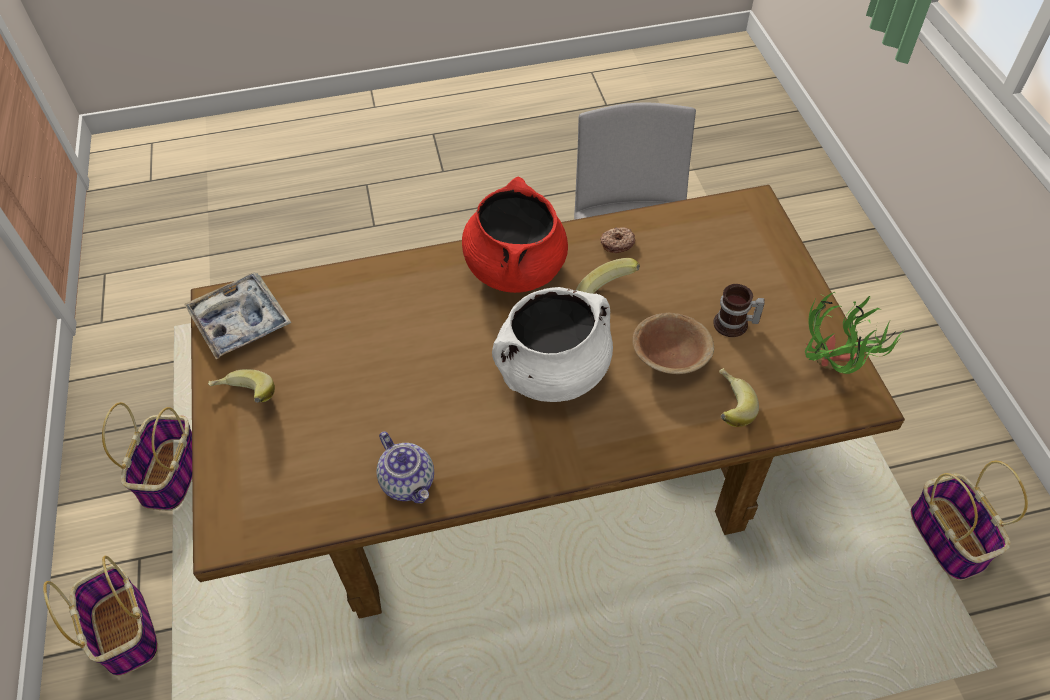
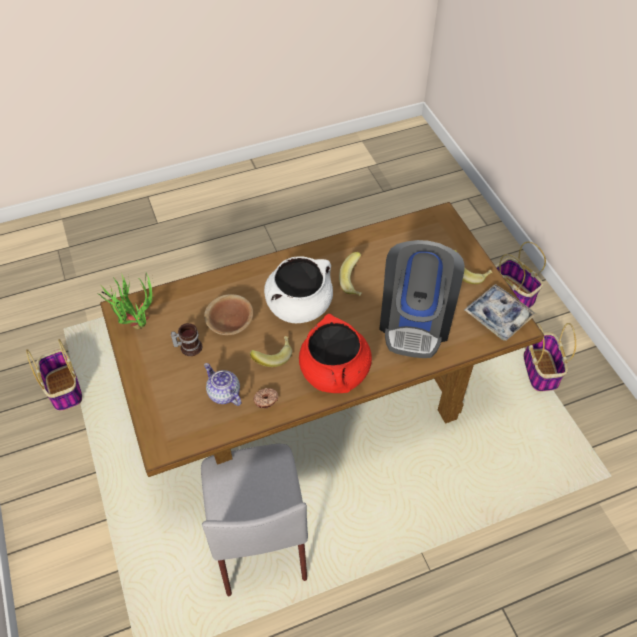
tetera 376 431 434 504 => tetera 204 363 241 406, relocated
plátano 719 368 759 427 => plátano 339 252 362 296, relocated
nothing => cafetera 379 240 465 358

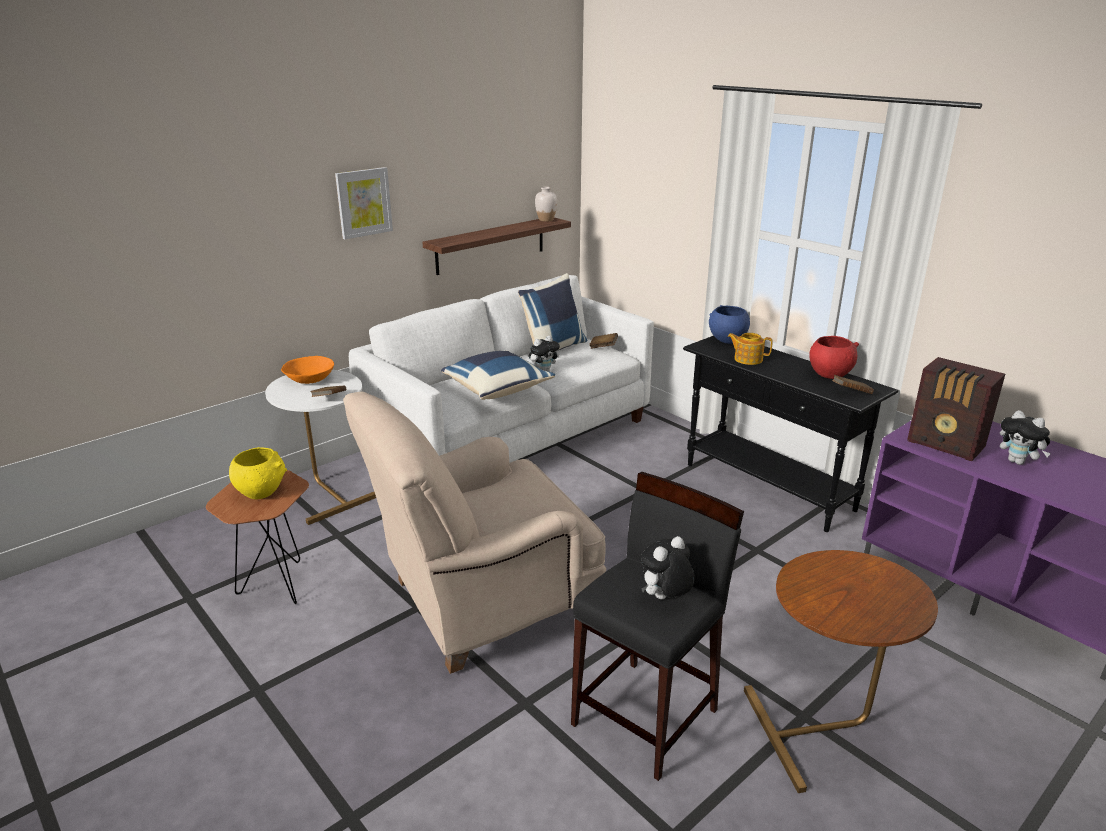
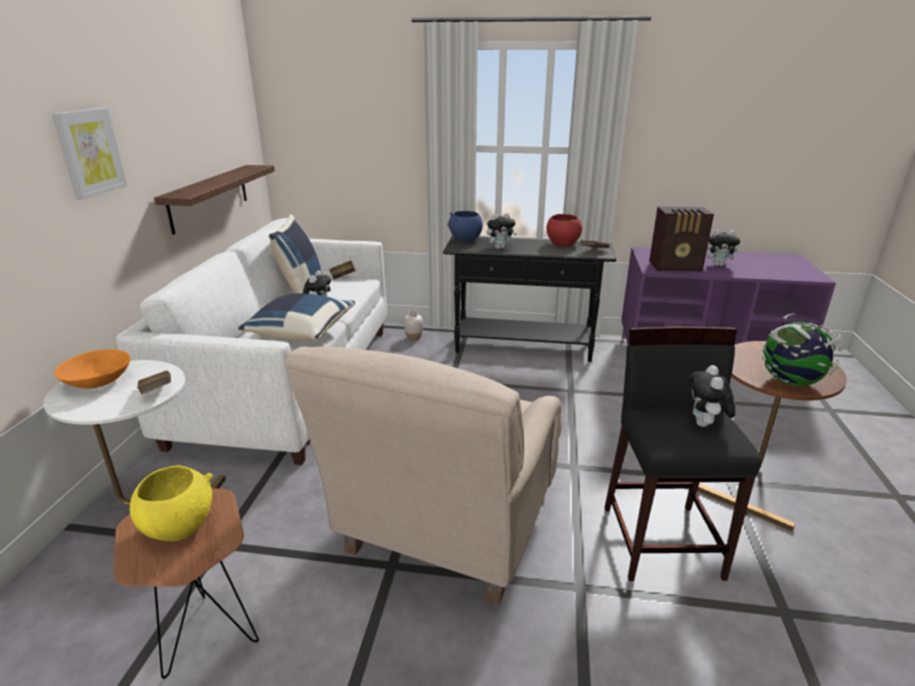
florero (blanco) 535 187 557 222 => florero (blanco) 404 311 423 341, relocated
tetera 727 333 773 365 => peluche 486 213 517 249
nothing => globo terráqueo 762 313 841 386

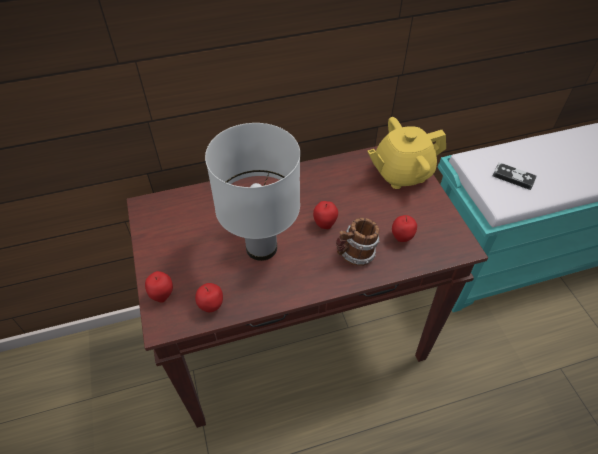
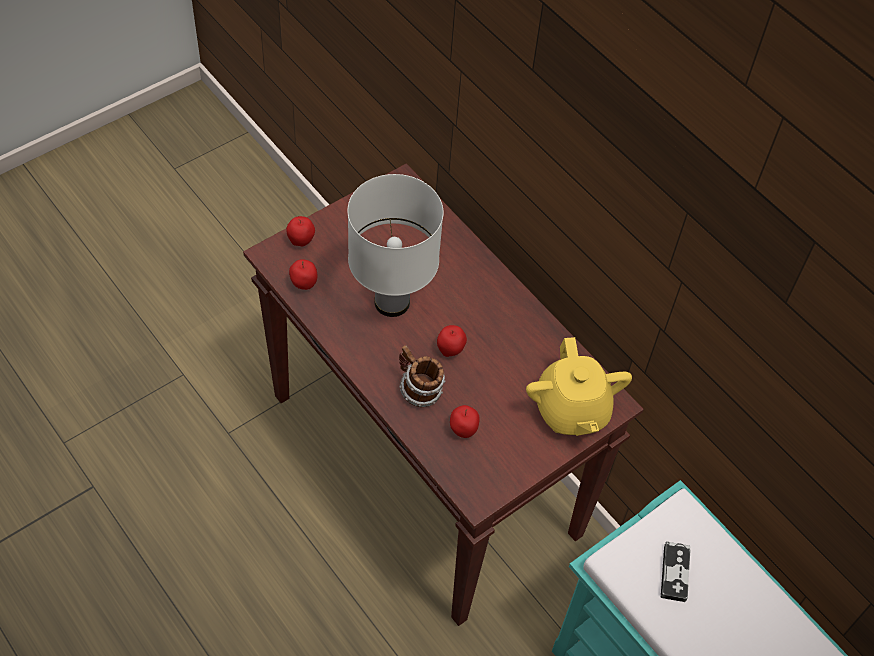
tetera (amarillo) 367 117 446 189 => tetera (amarillo) 526 337 632 436, 150 degrees counterclockwise

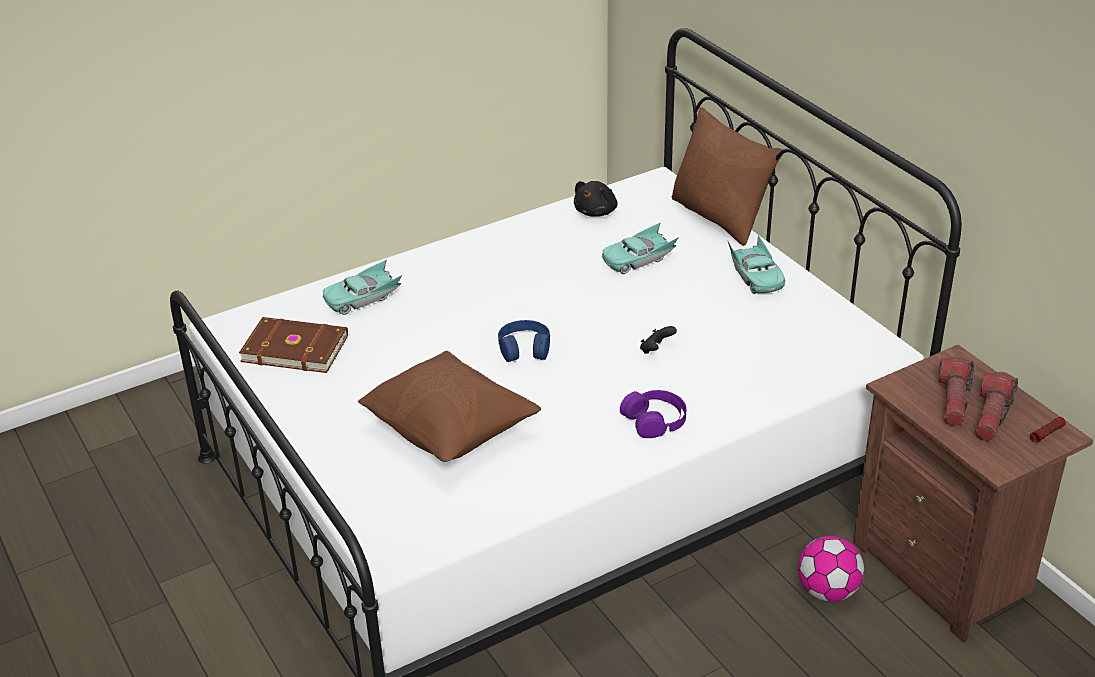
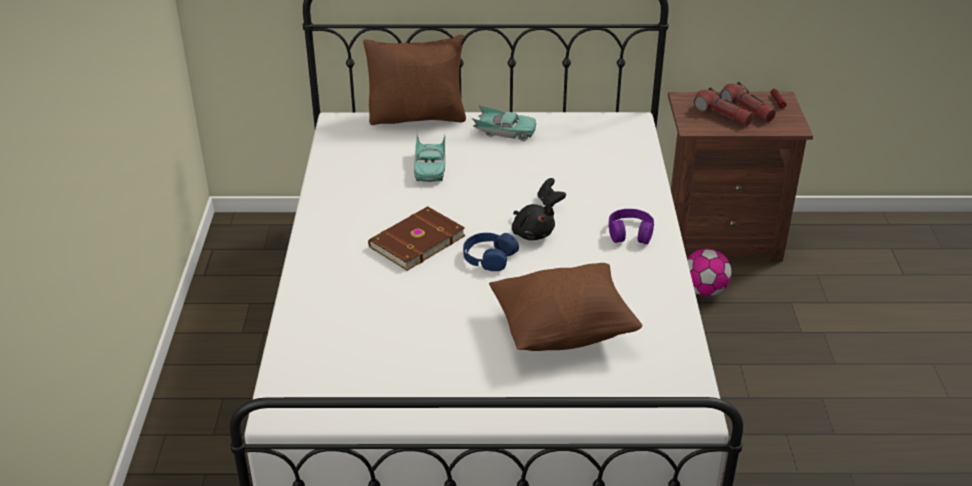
libro (marrón) 239 317 348 373 => libro (marrón) 368 206 465 271, relocated
coche de juguete (turquesa) 322 259 402 315 => nothing
peluche (negro) 574 181 618 217 => peluche (negro) 512 204 555 240, relocated

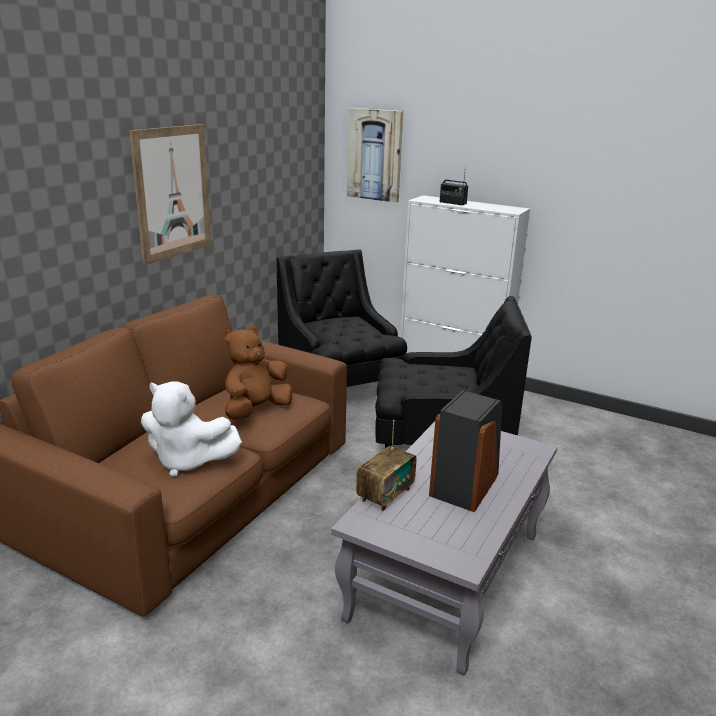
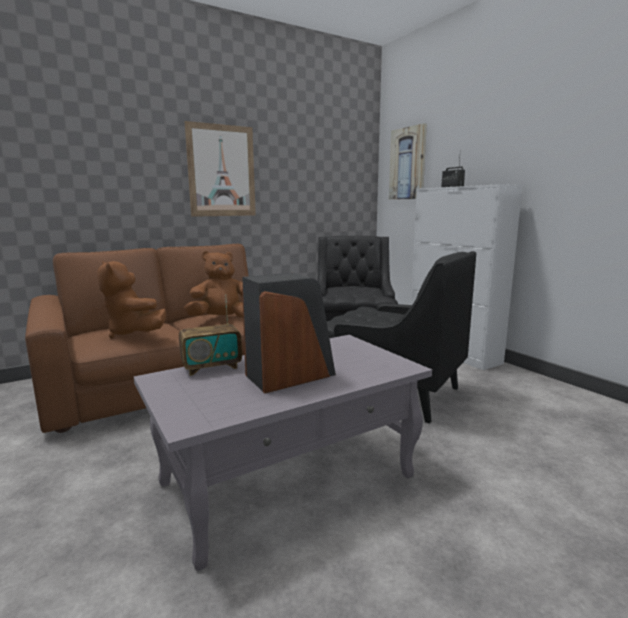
peluche (blanco) 141 381 242 477 => peluche (marrón) 97 261 166 338

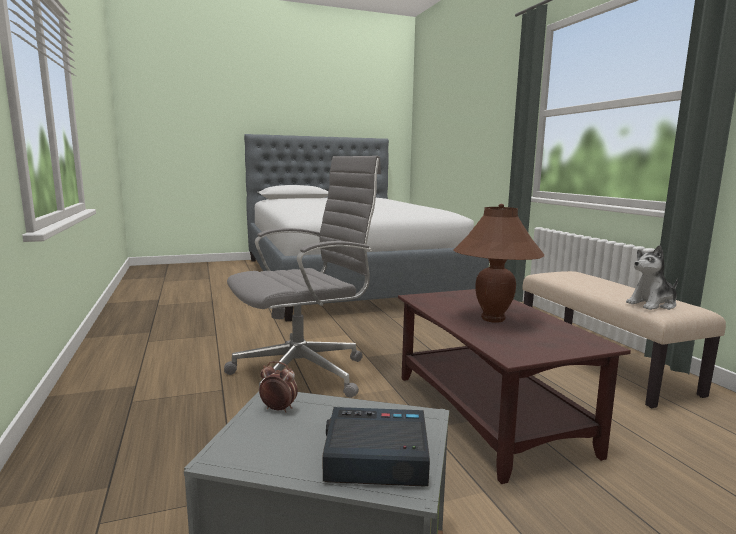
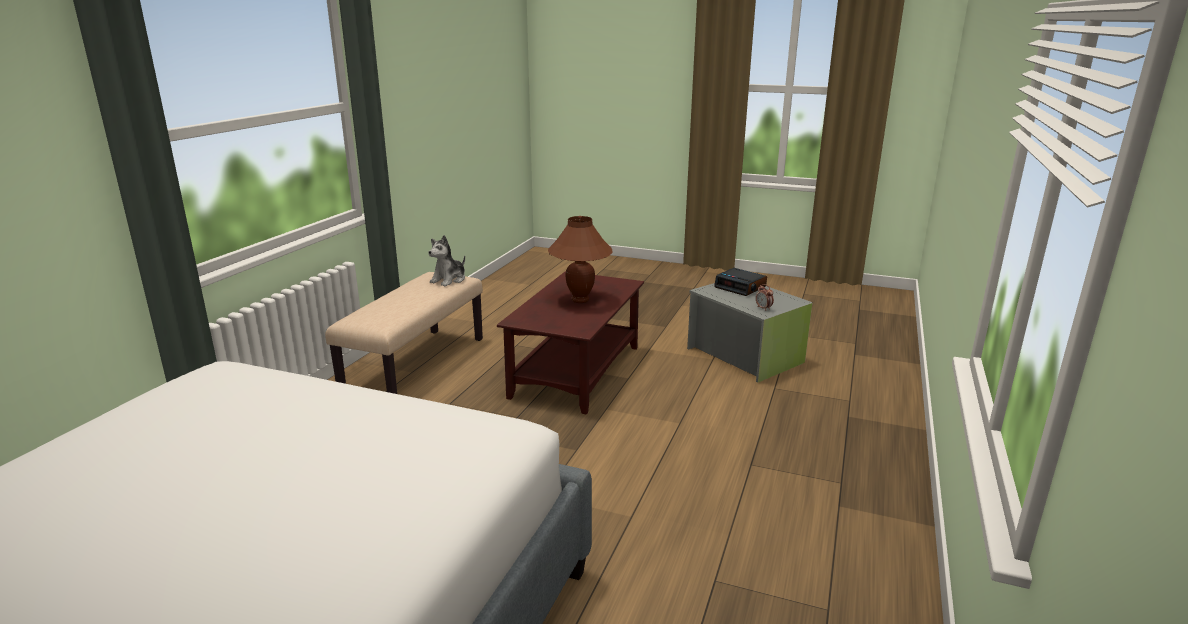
silla de oficina (gris) 224 156 381 398 => nothing
peluche 626 245 678 310 => peluche 428 235 465 286, 105 degrees clockwise

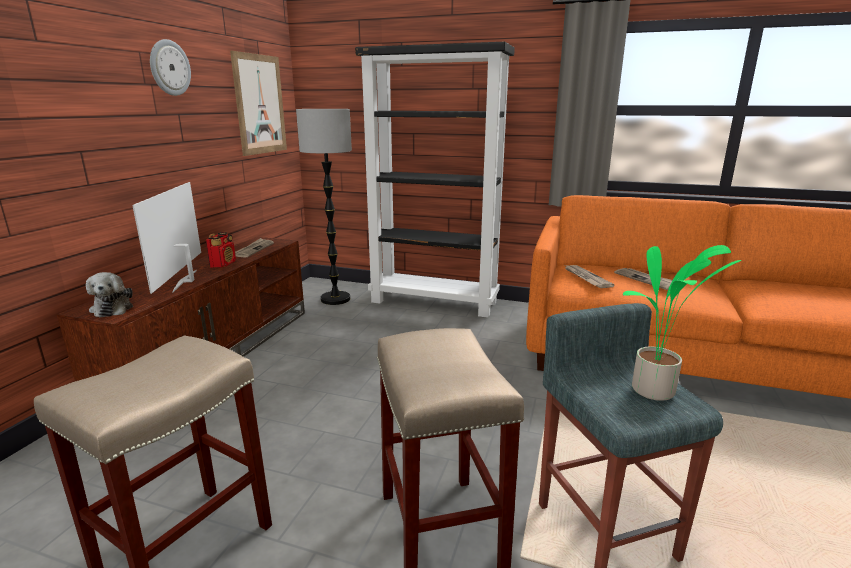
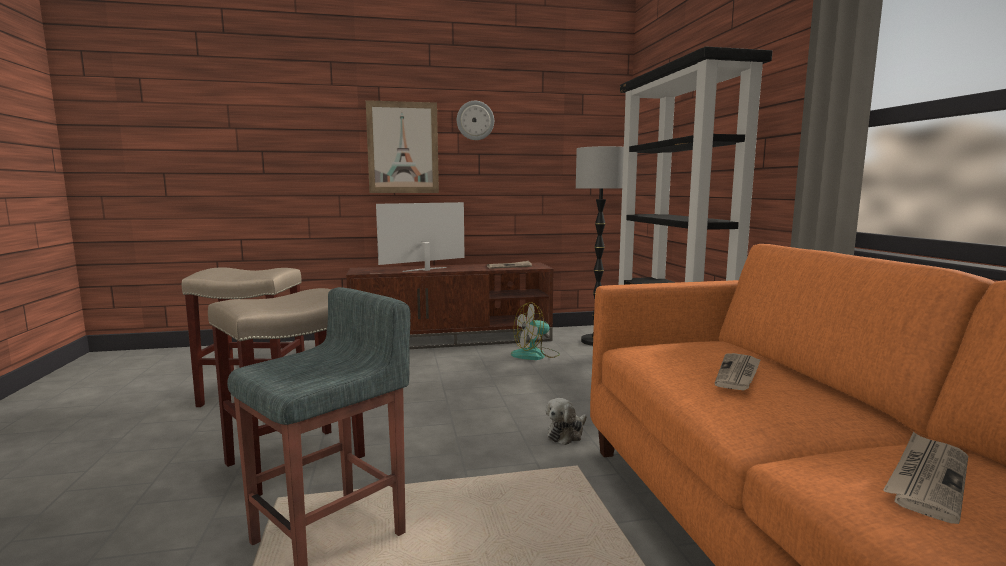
peluche 86 272 133 317 => peluche 546 398 587 445, relocated
radio 206 232 236 268 => nothing
cuadro 230 51 287 156 => cuadro 366 100 439 193, relocated
periódico 565 265 614 288 => periódico 883 432 968 524, relocated
planta en maceta 623 245 742 401 => nothing
nothing => ventilador 511 302 560 360

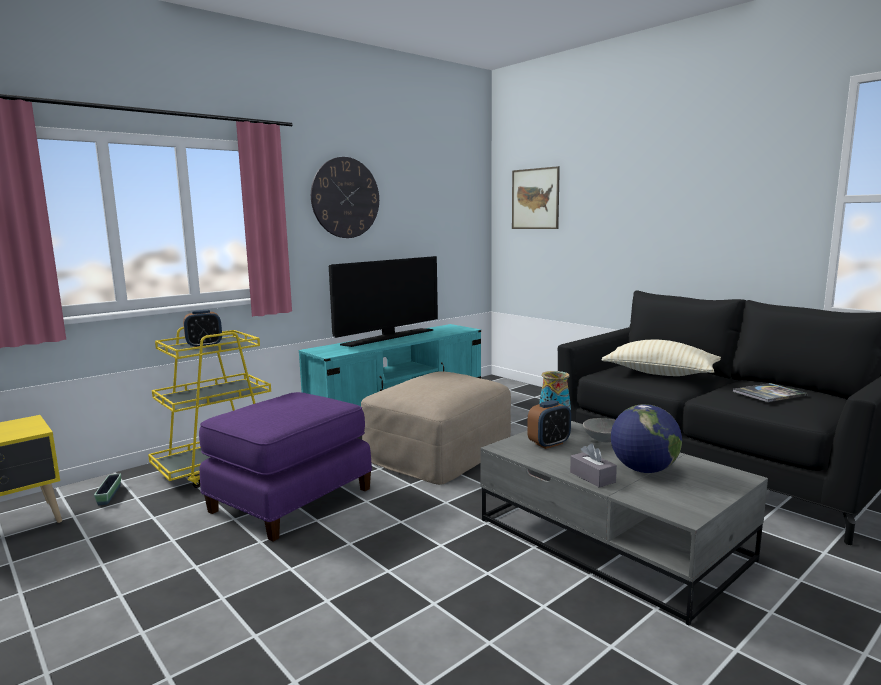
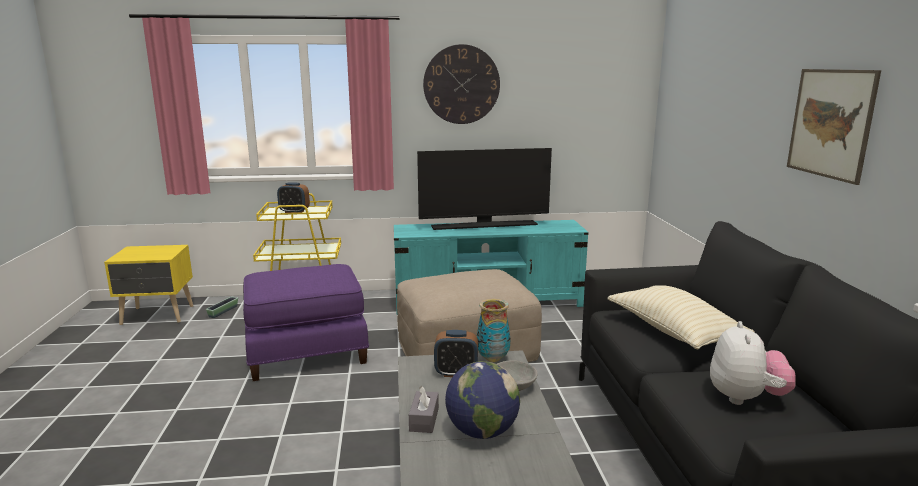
cuadro 512 166 560 229 => cuadro 787 69 881 185, relocated
libro 733 383 808 402 => peluche 710 321 796 405

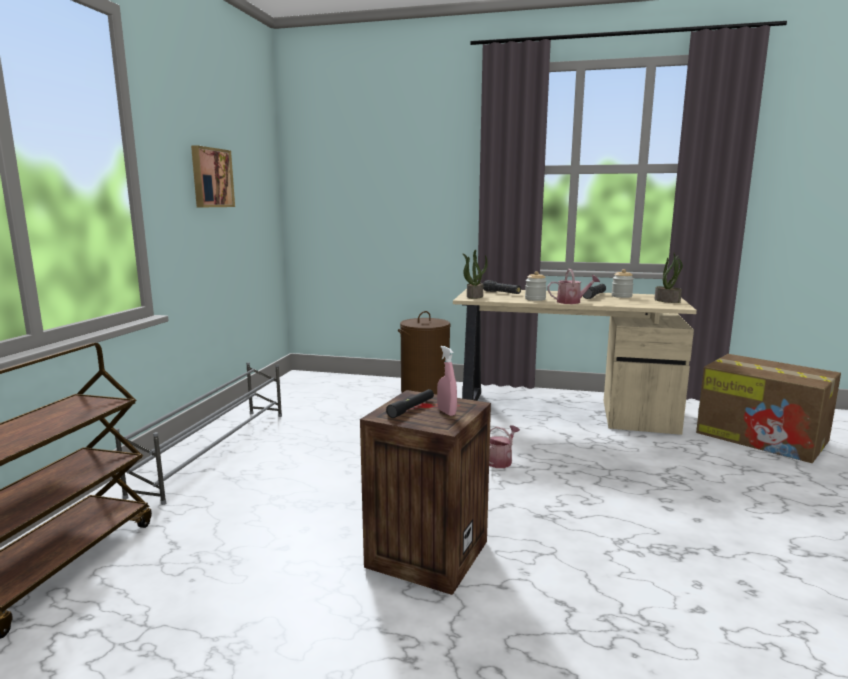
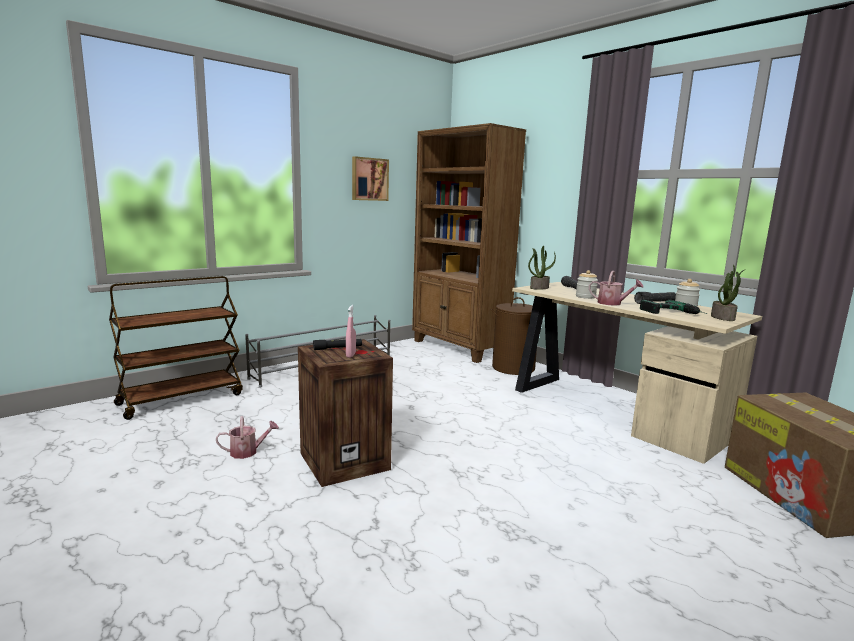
regadera 489 425 520 468 => regadera 216 416 279 459, relocated
nothing => estantería (marrón) 412 123 526 363
nothing => taladro 640 300 708 314

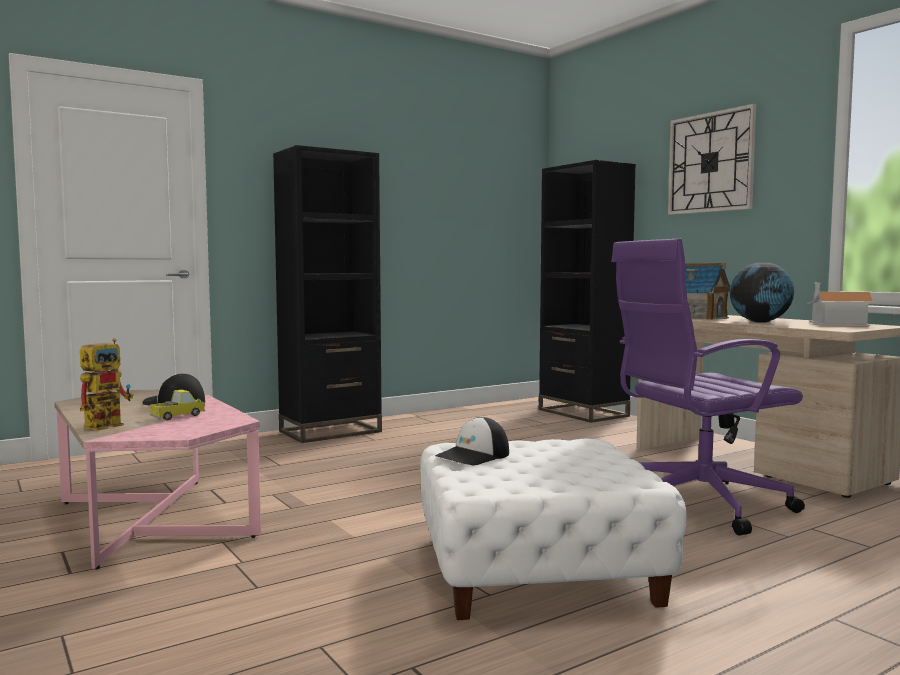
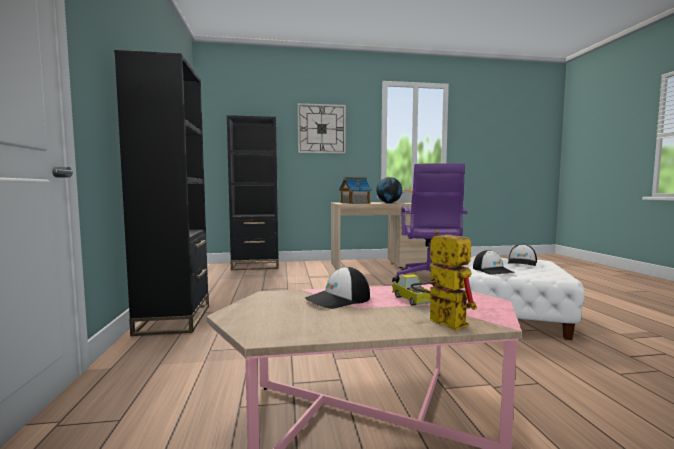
nothing => gorra 508 244 537 266

